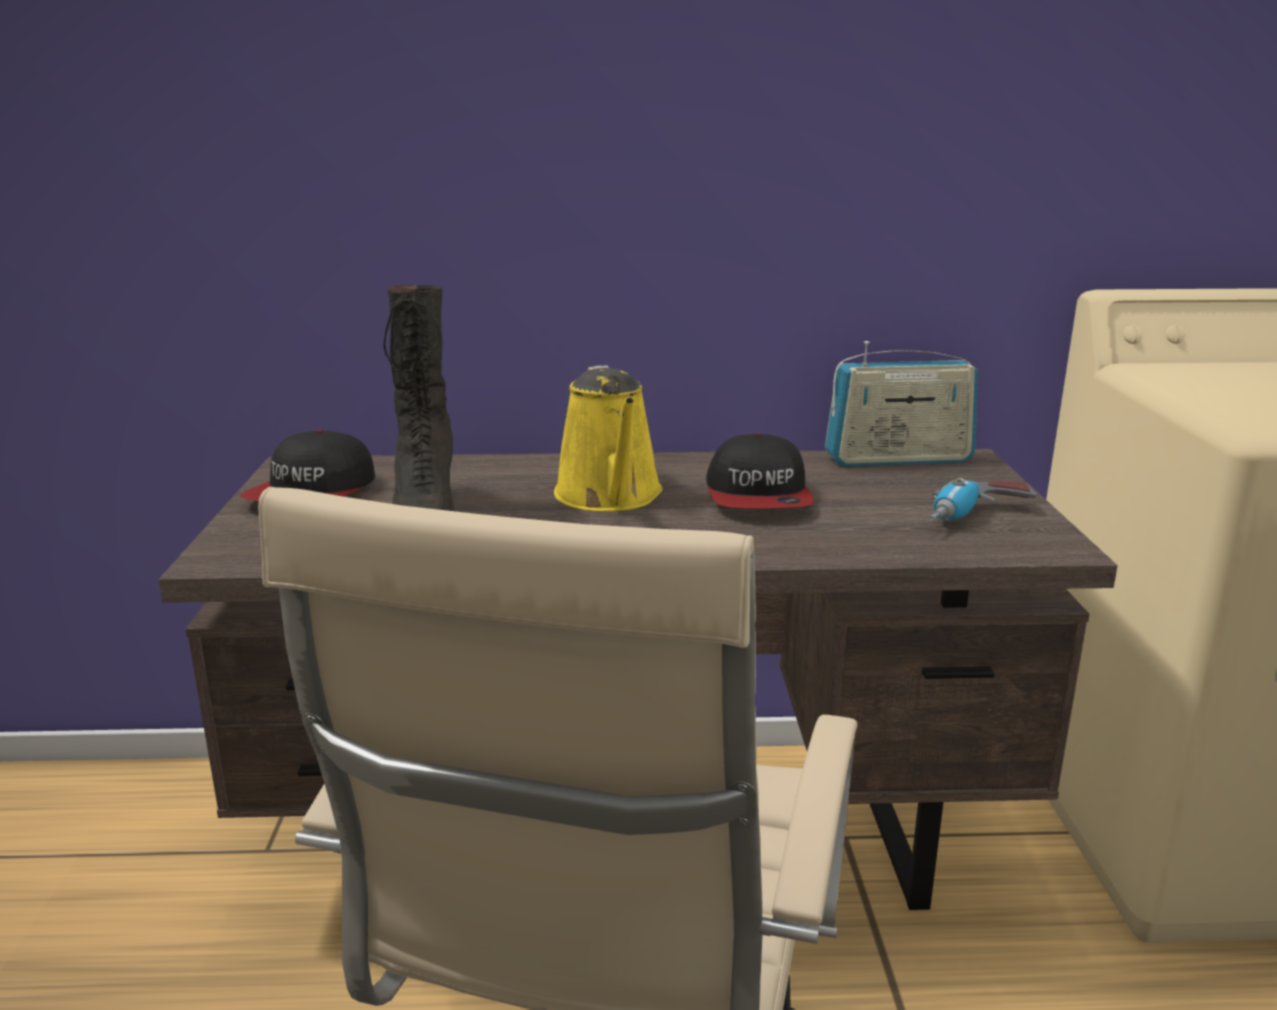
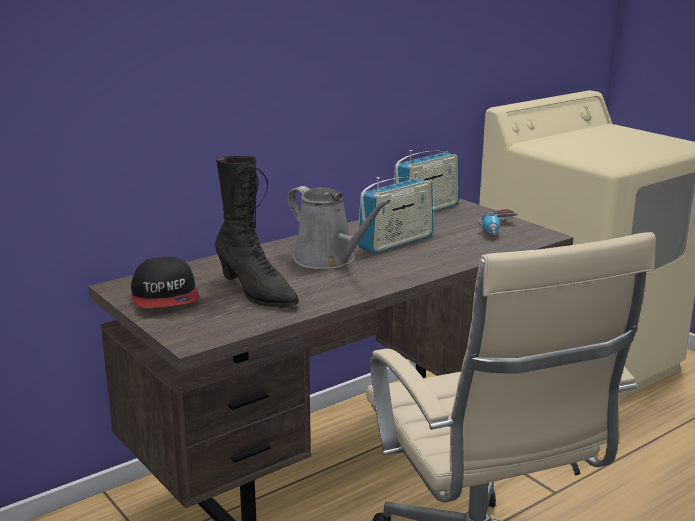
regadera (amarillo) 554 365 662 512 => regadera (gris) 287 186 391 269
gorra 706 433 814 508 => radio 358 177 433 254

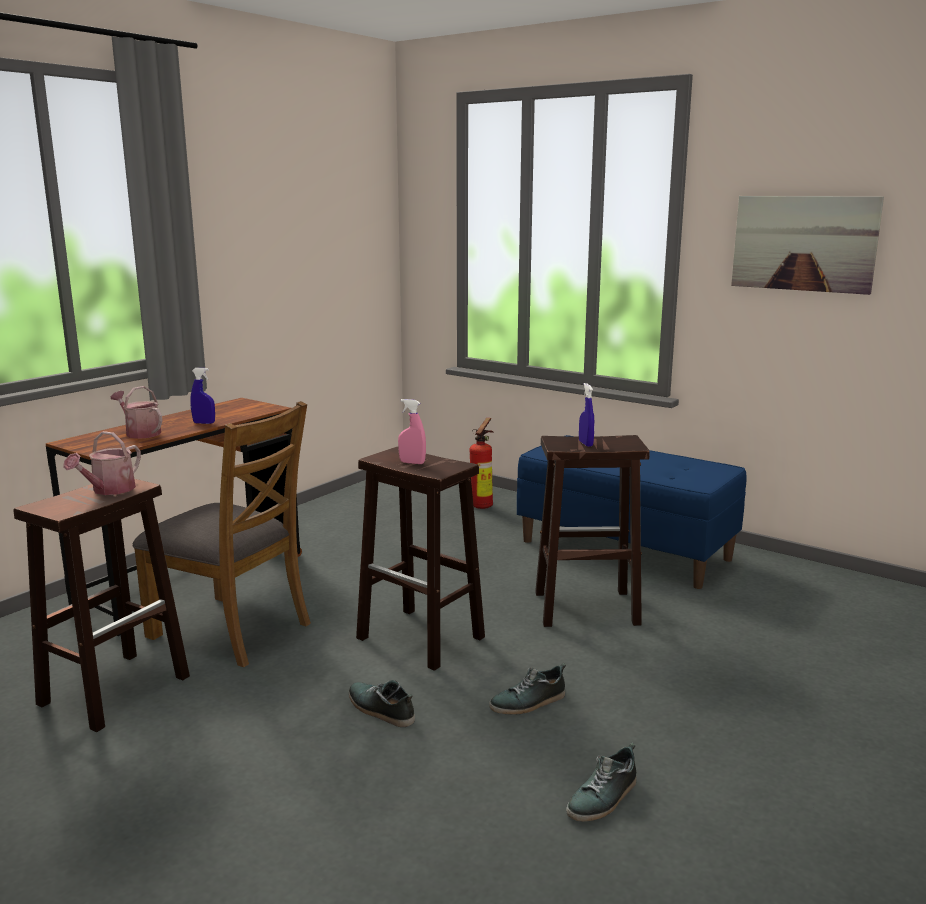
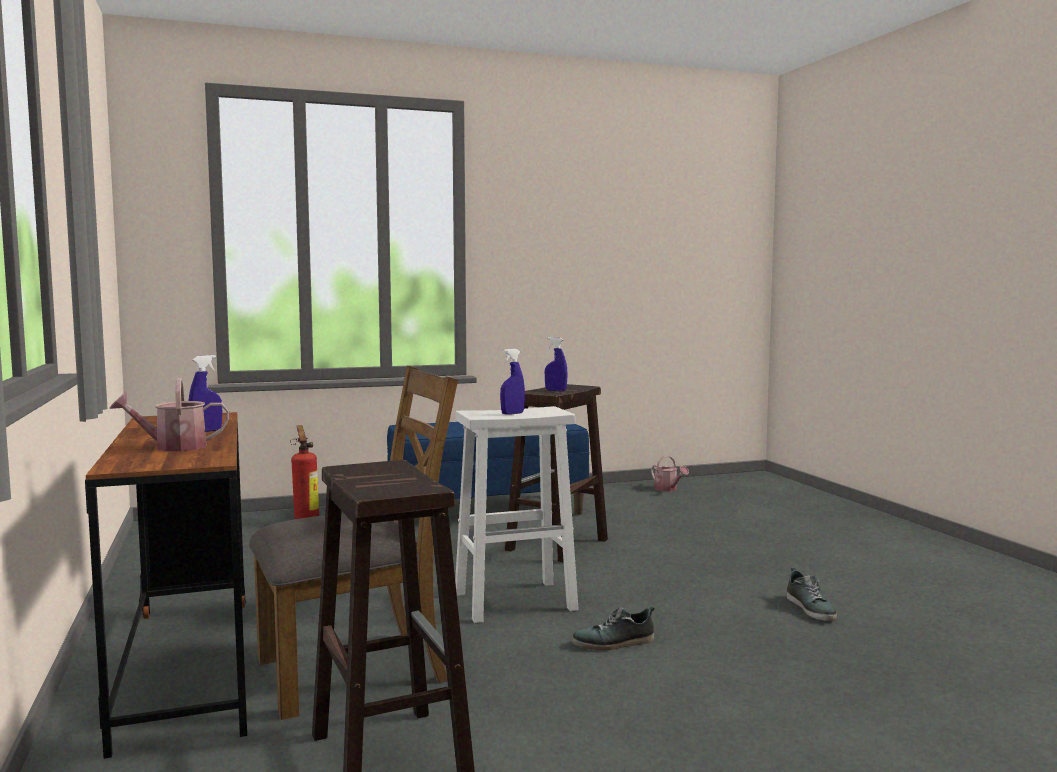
regadera 63 431 141 495 => regadera 651 456 689 491, relocated
taburete (marrón) 356 447 485 671 => taburete (blanco) 455 406 579 623
pulverizador (rosa) 398 399 426 464 => pulverizador (azul) 500 349 525 415
zapato 489 663 566 715 => nothing
cuadro 731 196 884 295 => nothing

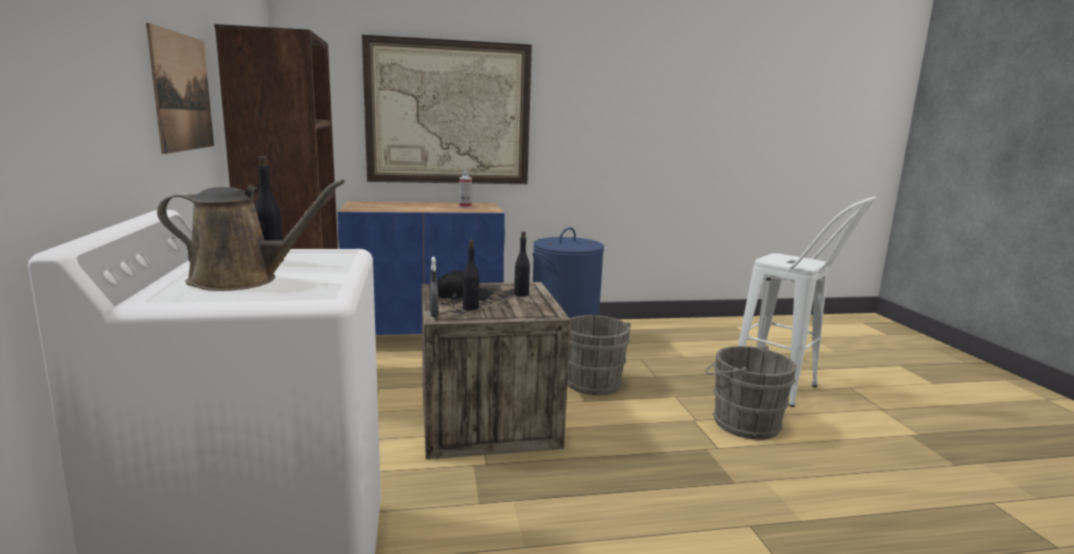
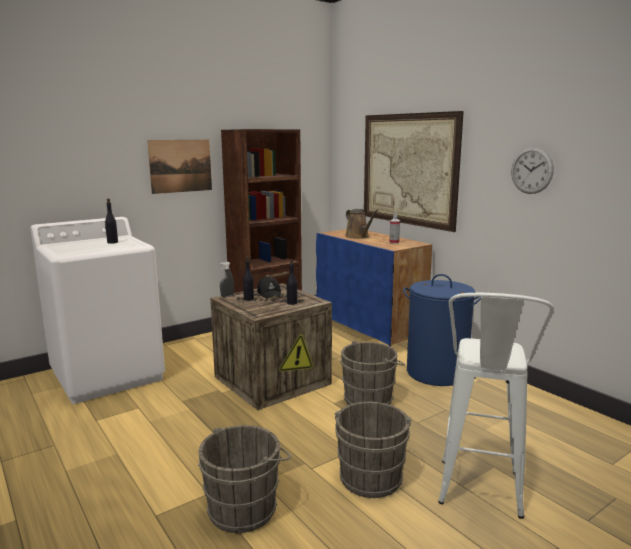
regadera (marrón) 157 179 345 291 => regadera (marrón) 345 209 378 239, relocated
nothing => cubo (gris) 198 425 291 533
nothing => reloj de pared 511 147 554 194

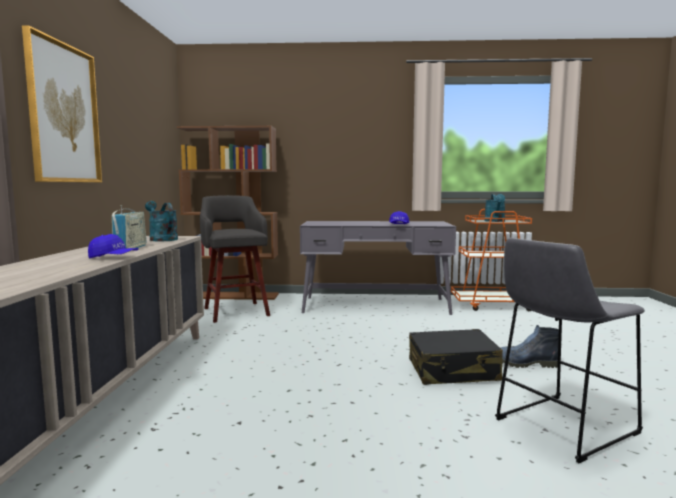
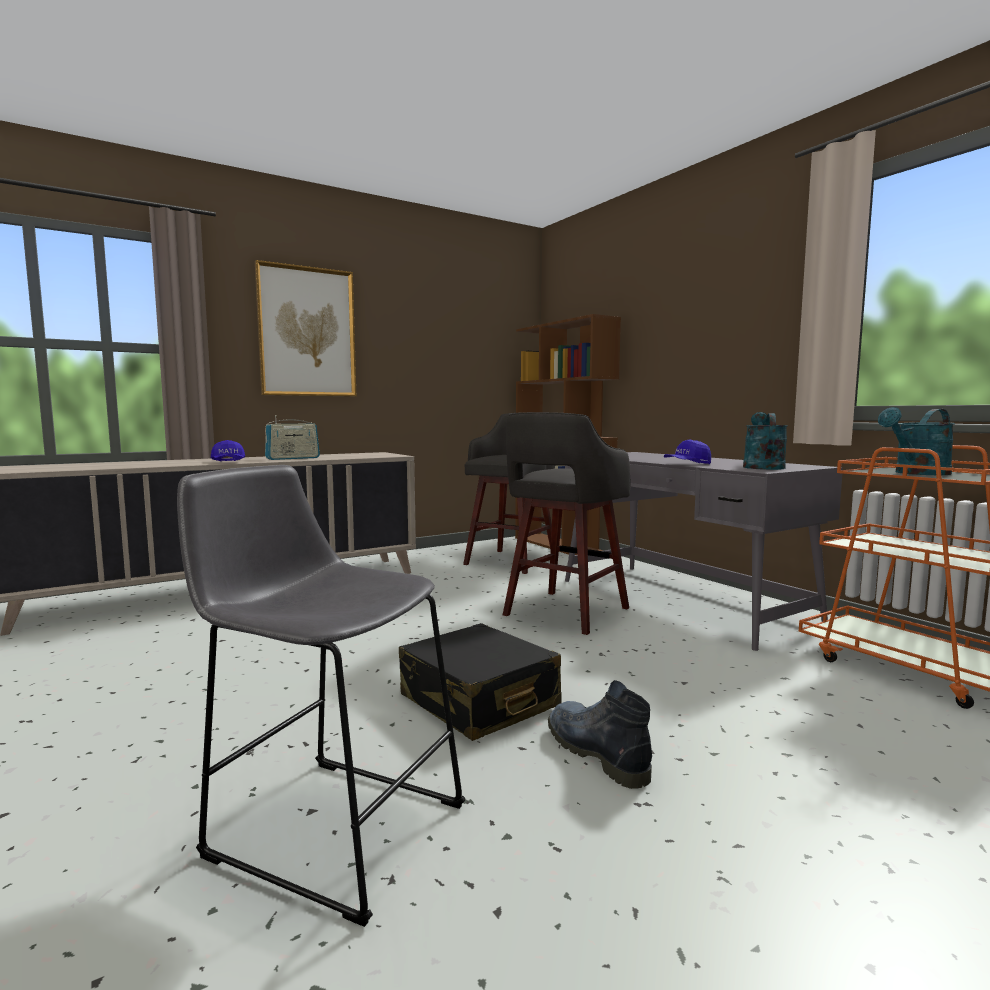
regadera (turquesa) 145 201 178 241 => regadera (turquesa) 743 412 788 470, relocated
nothing => taburete (gris) 503 412 631 635

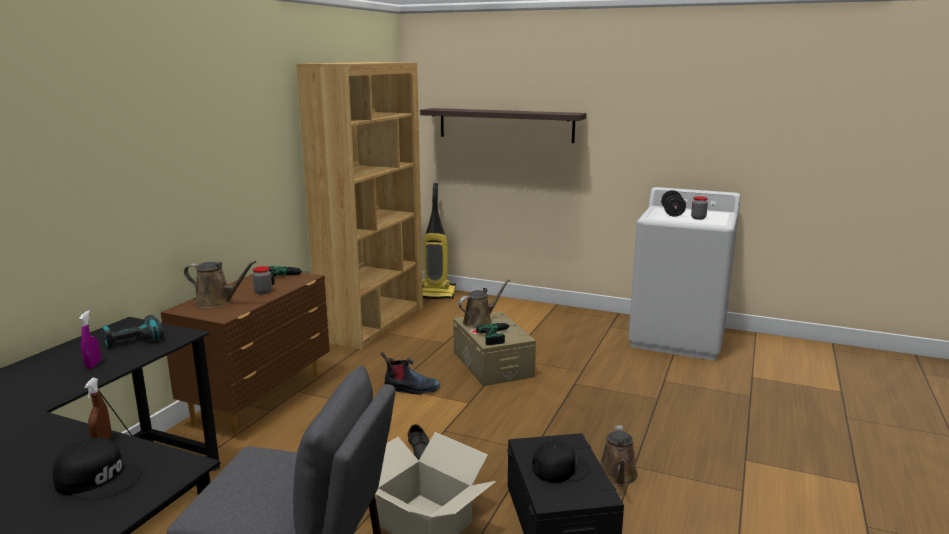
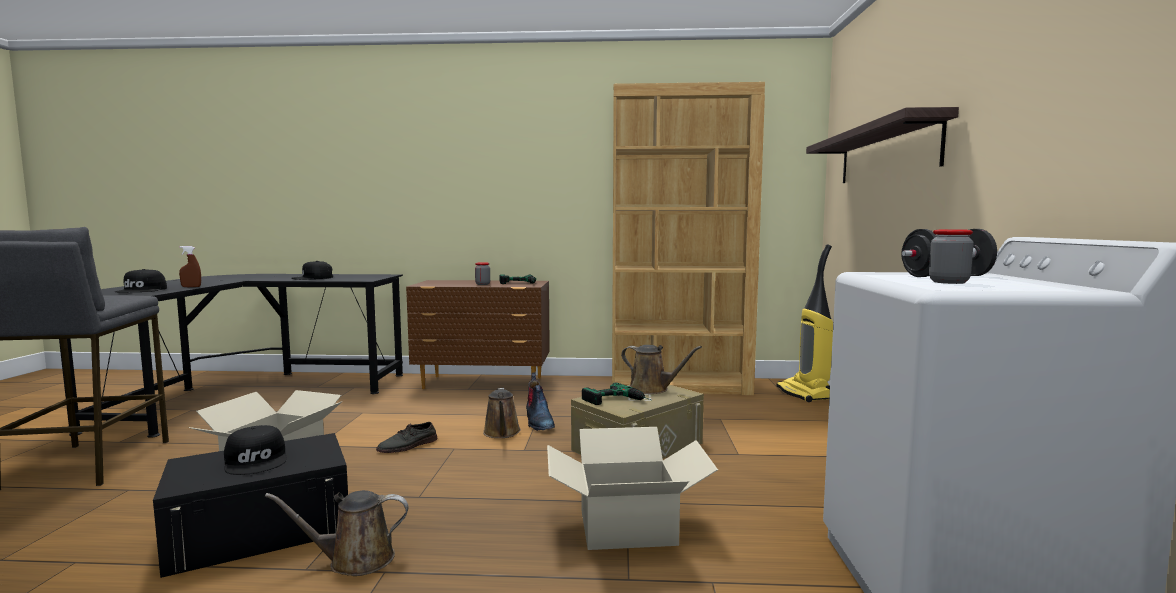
pulverizador (morado) 79 310 101 369 => gorra (negro) 291 261 333 280
taladro 102 315 164 349 => nothing
regadera (marrón) 184 261 257 308 => regadera (marrón) 483 388 521 438, relocated
nothing => caja de cartón 547 427 718 550

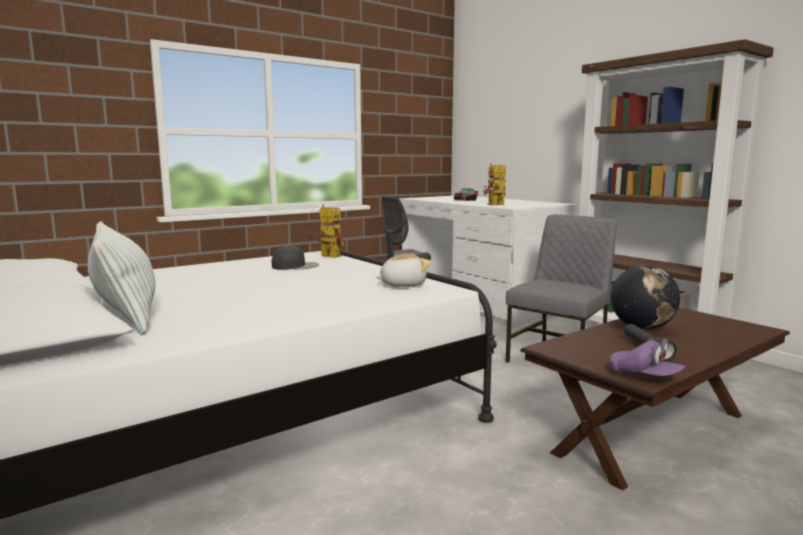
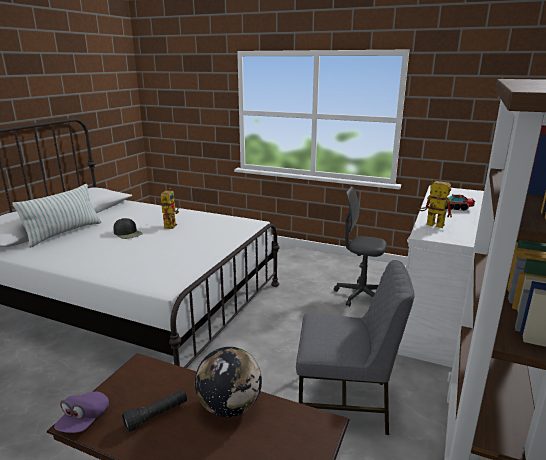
gorra (negro) 271 246 319 270 => gorra (negro) 114 218 143 239, relocated
robot de juguete 310 204 344 258 => robot de juguete 161 188 179 229, relocated
peluche 375 254 431 287 => nothing

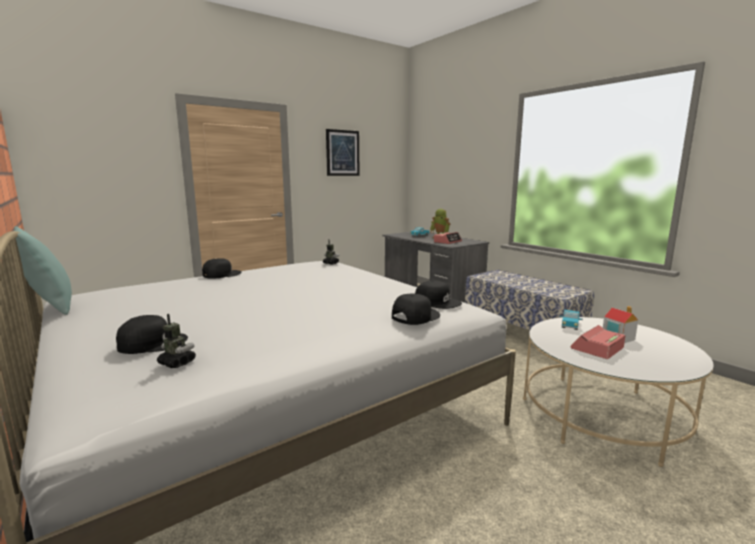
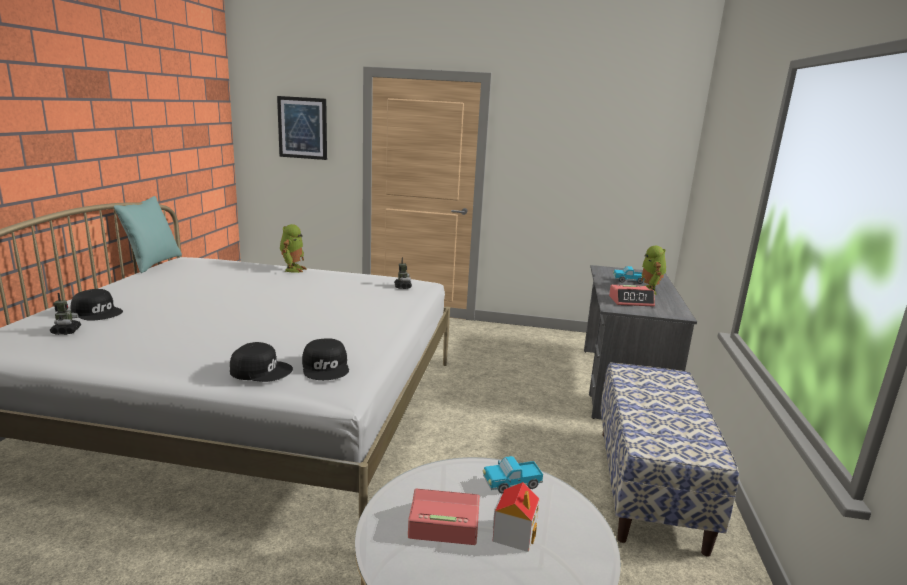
gorra (negro) 202 258 242 279 => robot de juguete 280 224 306 273
cuadro 326 129 360 176 => cuadro 277 96 327 160, relocated

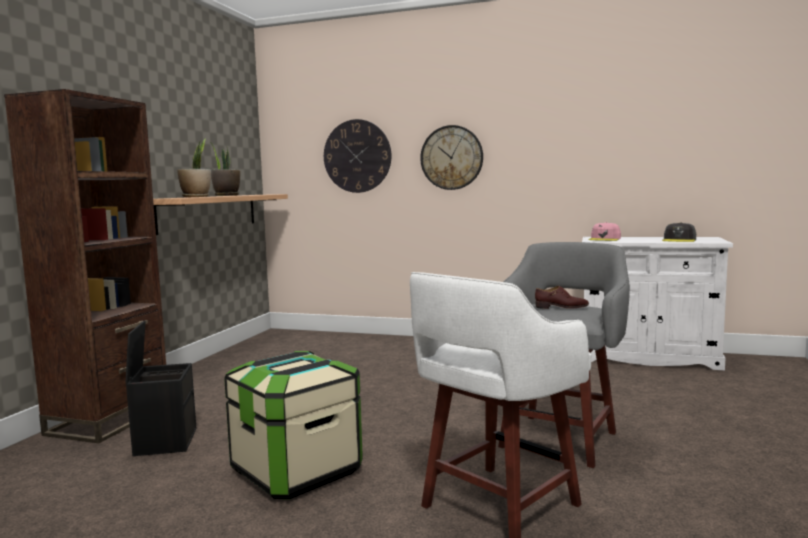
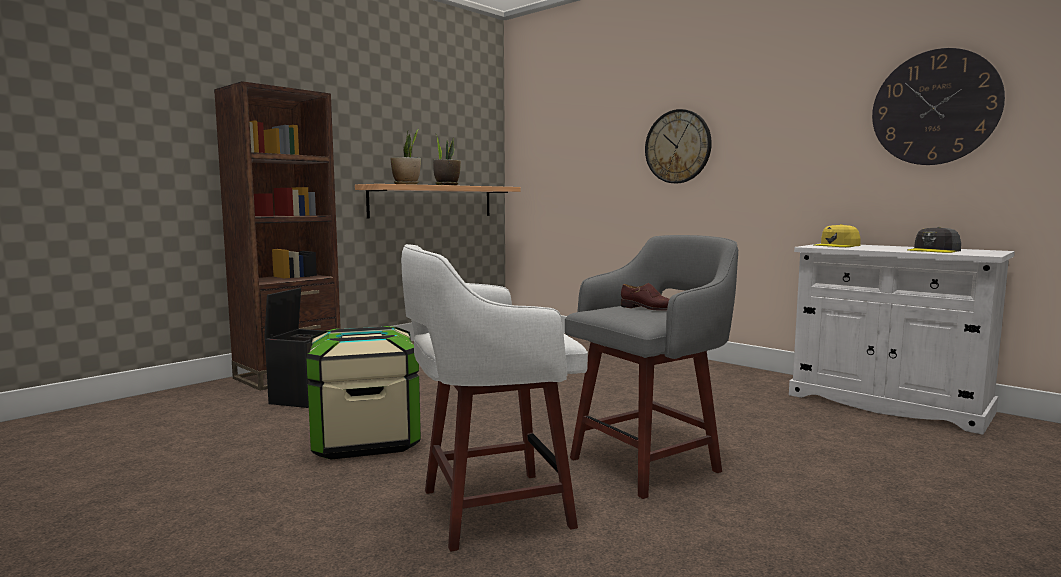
reloj de pared 324 119 391 193 => reloj de pared 872 48 1005 165, relocated
gorra (rosa) 589 222 621 241 => gorra (amarillo) 814 224 861 247

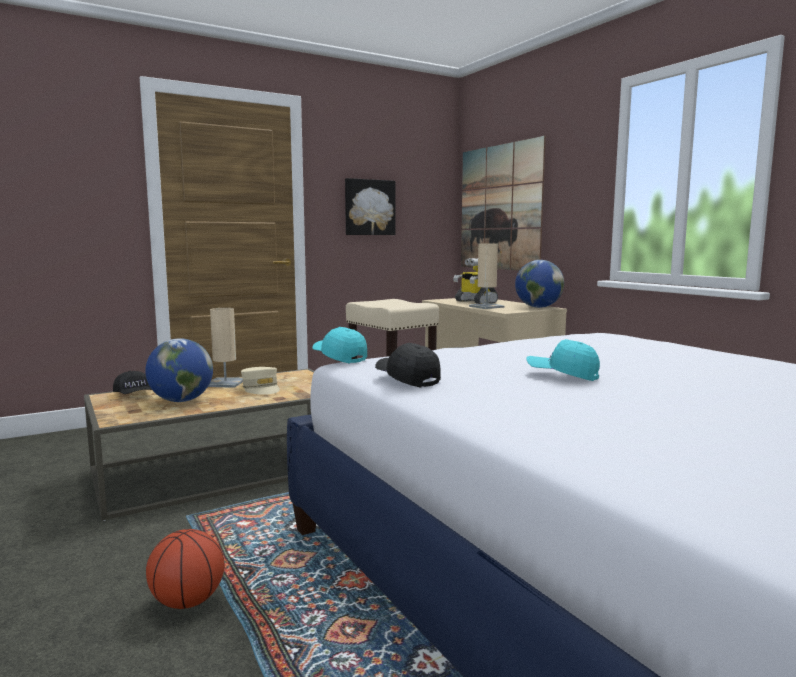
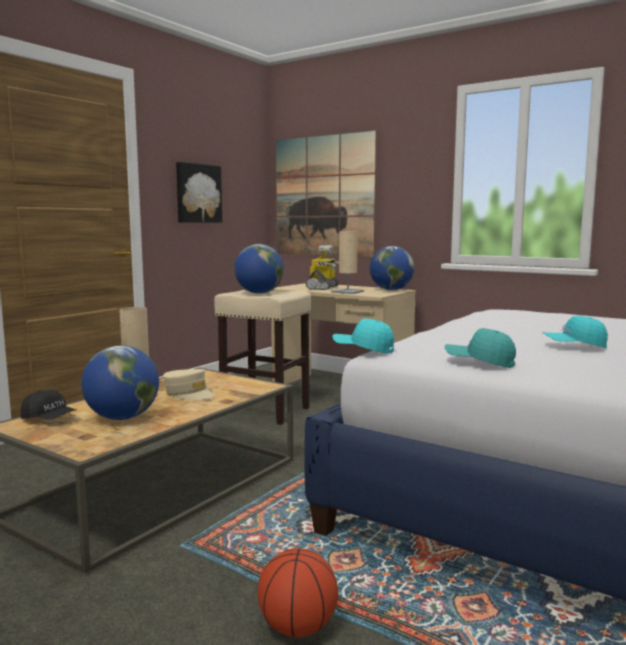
gorra (negro) 375 343 441 388 => gorra (turquesa) 444 328 516 368
robot de juguete 453 258 498 304 => robot de juguete 306 245 339 290, 105 degrees counterclockwise
nothing => globo terráqueo 234 244 284 294

